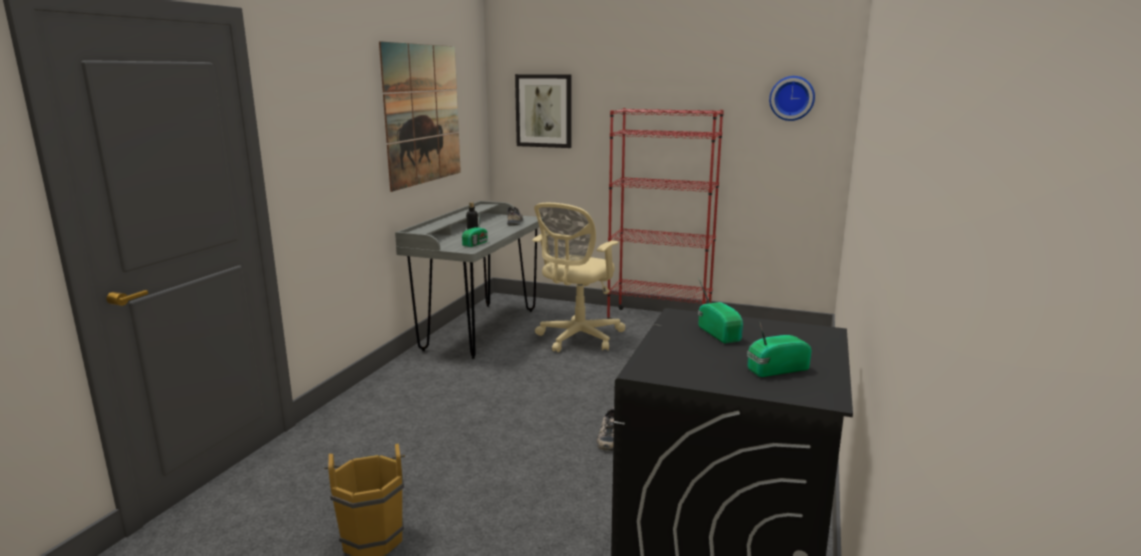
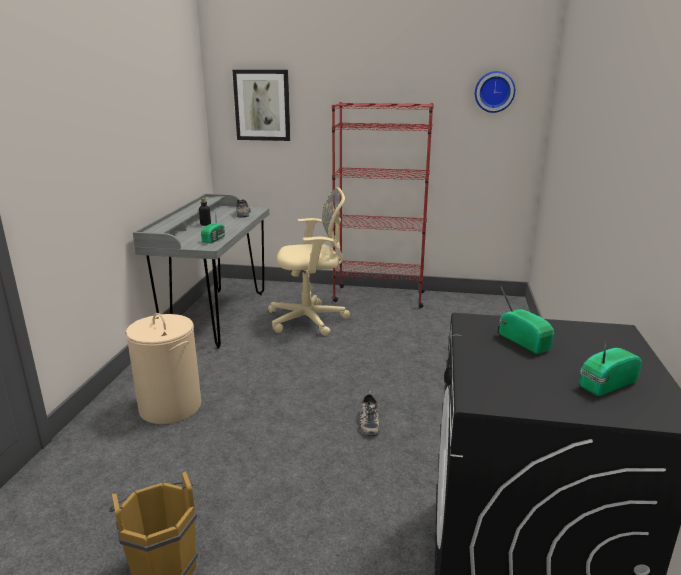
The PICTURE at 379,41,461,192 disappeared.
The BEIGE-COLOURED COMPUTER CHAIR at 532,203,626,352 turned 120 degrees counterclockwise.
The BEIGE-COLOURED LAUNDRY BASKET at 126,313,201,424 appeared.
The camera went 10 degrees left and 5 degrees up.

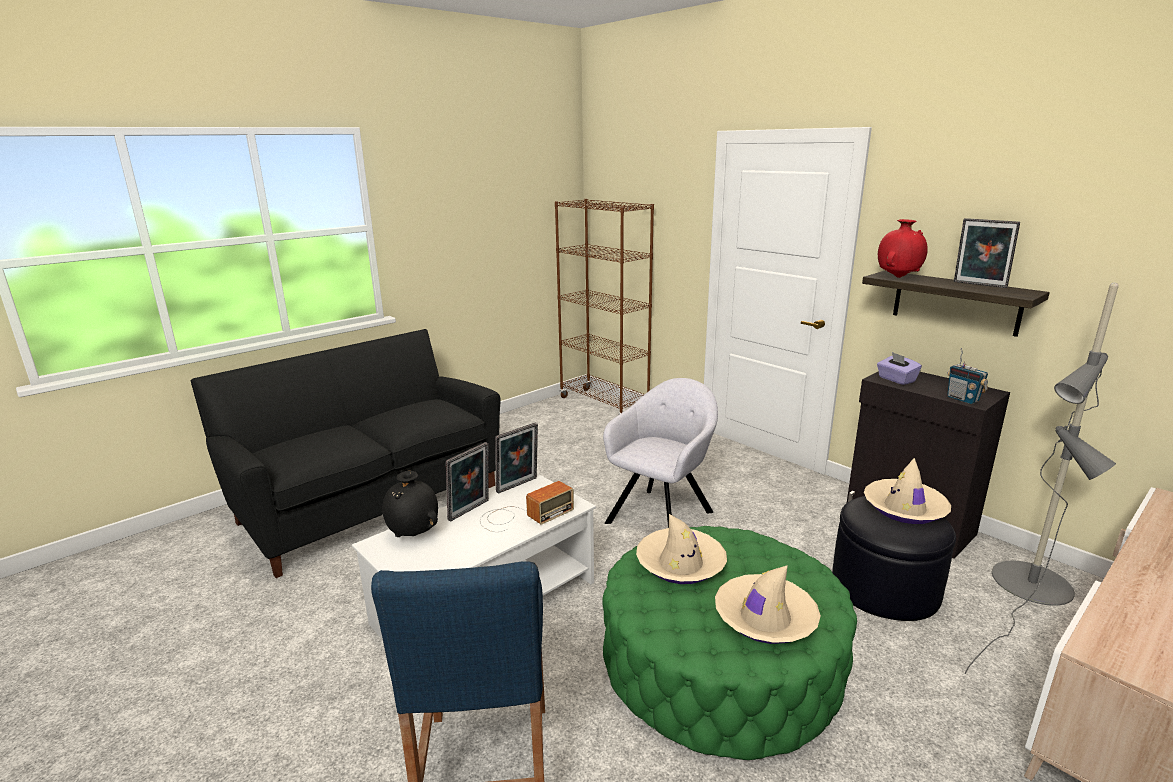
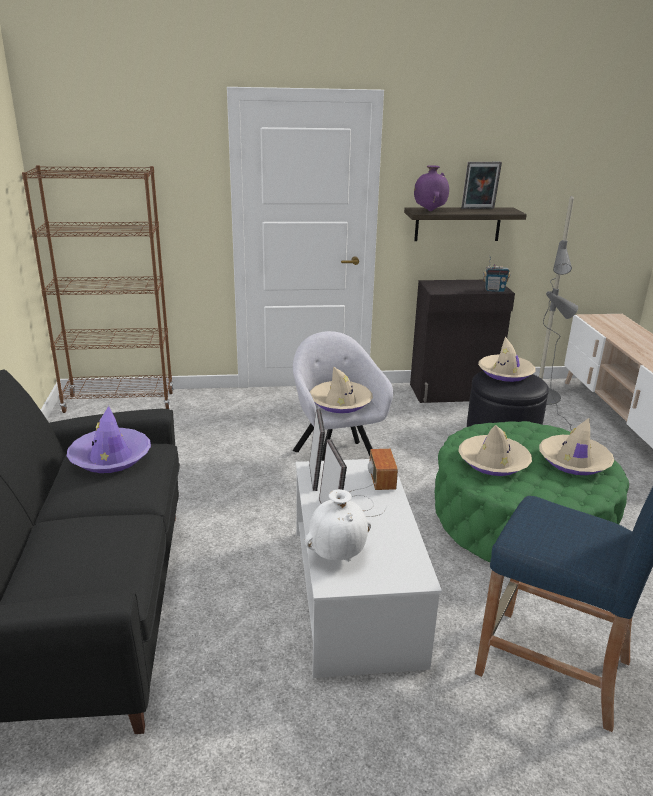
The BLACKISH DECORATIVE VASE at 382,471,438,537 became the WHITE DECORATIVE VASE at 305,489,371,562.
The PURPLE-COLOURED TISSUE HOLDER at 877,352,922,385 disappeared.
The RED-COLOURED DECORATIVE VASE at 878,219,928,278 became the PURPLE-COLOURED DECORATIVE VASE at 414,165,449,211.
The PURPLE-COLOURED HAT at 67,406,151,473 appeared.
The BEIGE-COLOURED HAT at 310,367,373,413 appeared.
The camera went 55 degrees left and 5 degrees up.

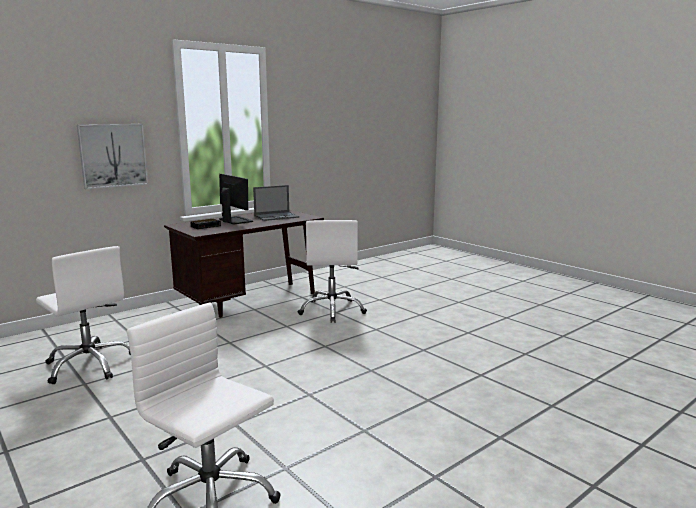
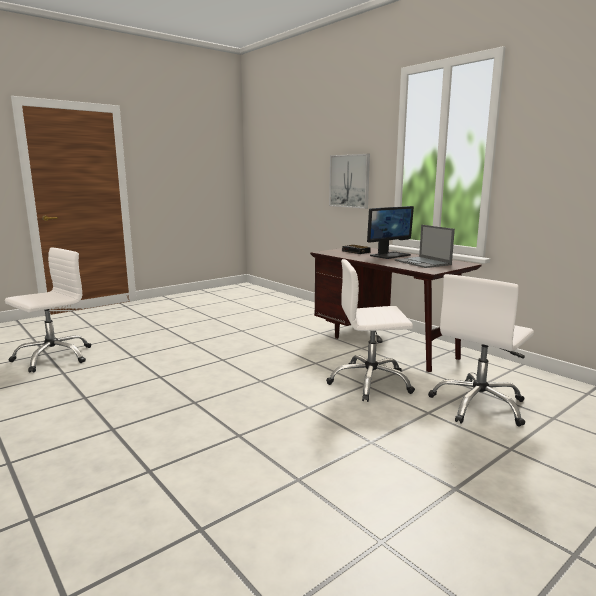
The WHITE COMPUTER CHAIR moved from 36,246,131,384 to 428,274,534,426.
The camera went 90 degrees right and 0 degrees up.

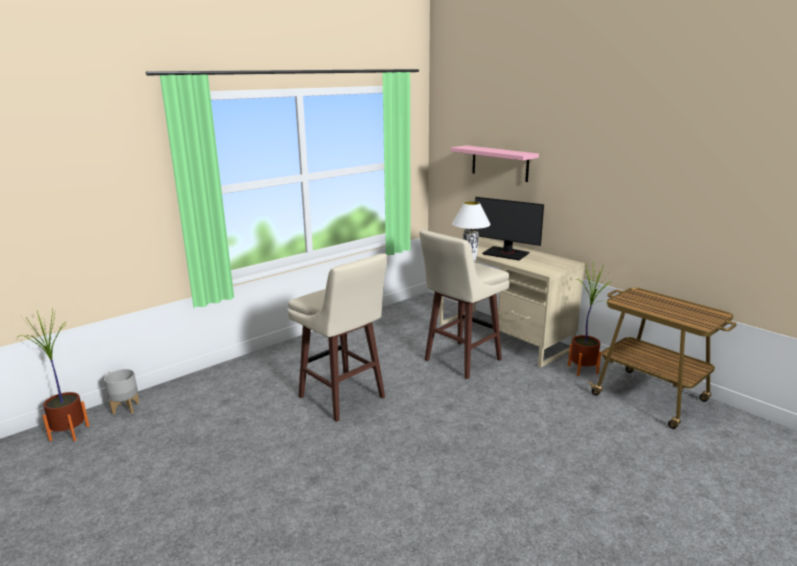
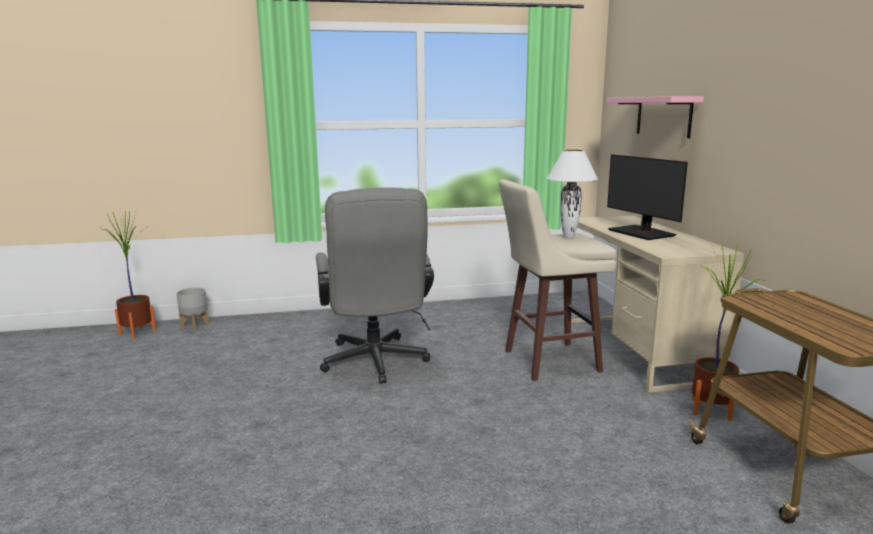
The BEIGE-COLOURED STOOL SEAT at 288,253,388,422 was replaced by the GREY COMPUTER CHAIR at 316,187,434,384.
The camera went 30 degrees right and 5 degrees down.

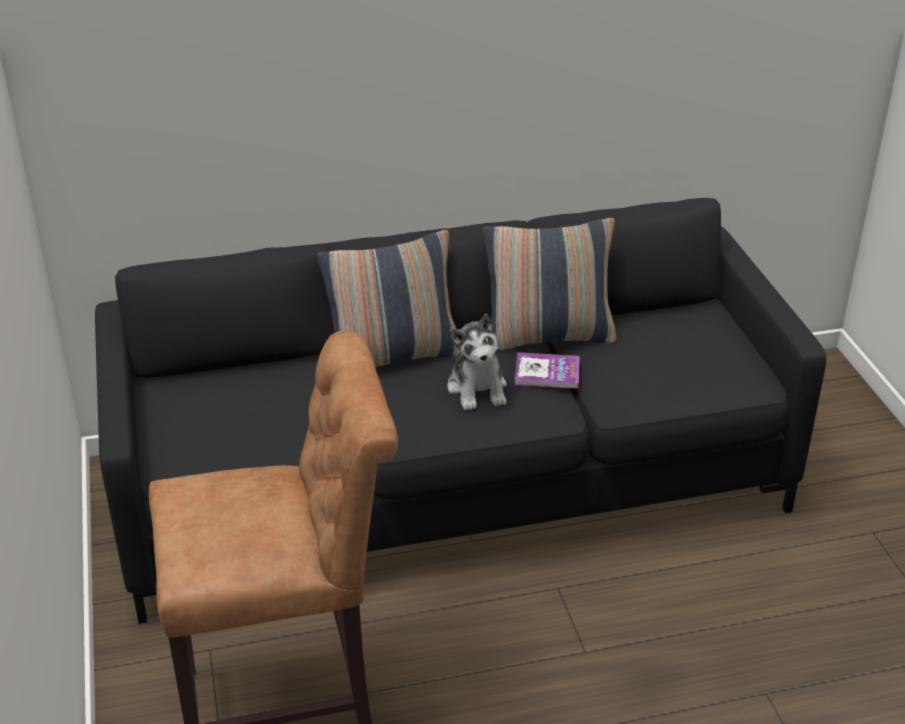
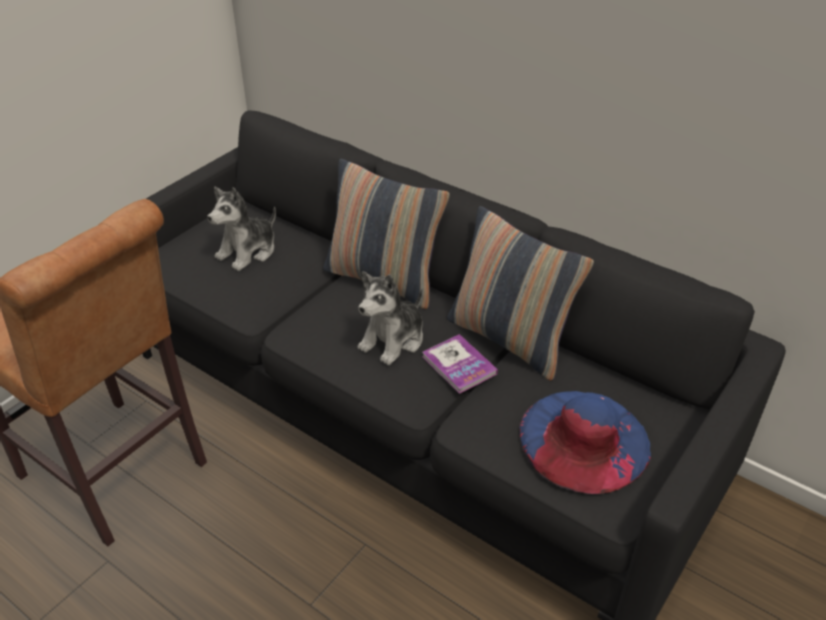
The SOFT TOY at 208,187,276,271 appeared.
The BLUE HAT at 519,391,651,494 appeared.
The camera went 50 degrees right and 5 degrees up.

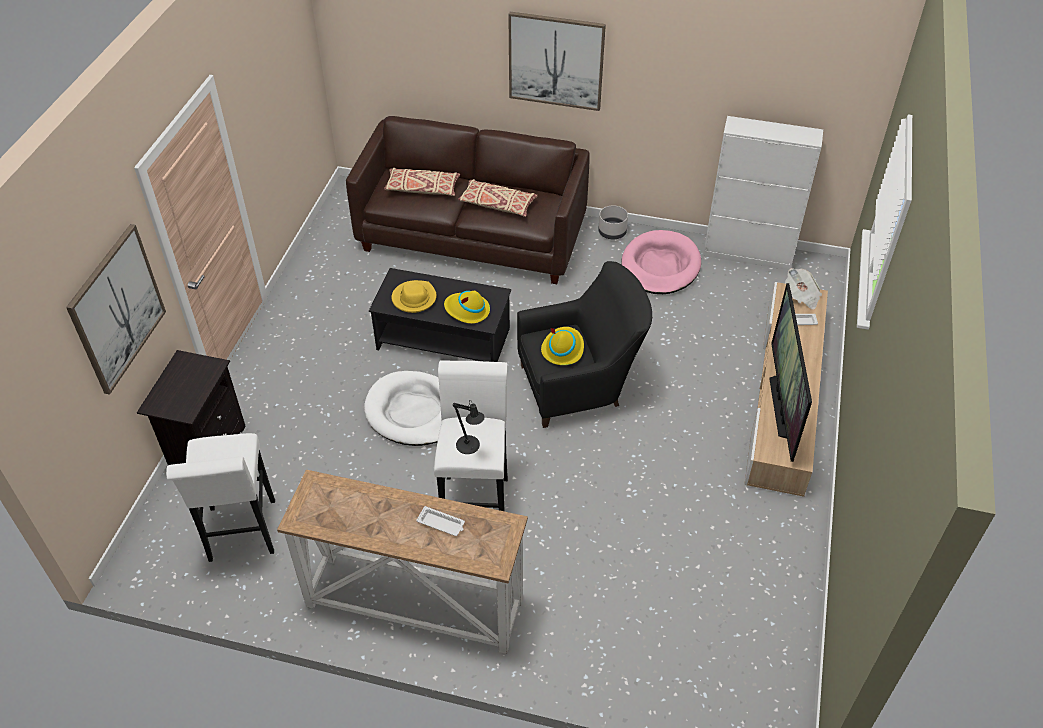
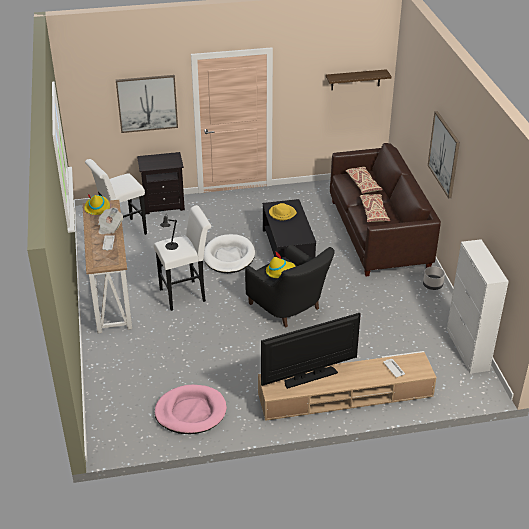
The YELLOWISH HAT moved from 444,291,490,324 to 84,193,110,215.
The PINK-COLOURED DOG CUSHION moved from 621,230,701,294 to 155,385,227,434.
The NEWSPAPER moved from 785,268,822,310 to 98,207,123,234.
The WALL SHELF at 326,69,392,90 appeared.
The camera went 65 degrees right and 10 degrees down.

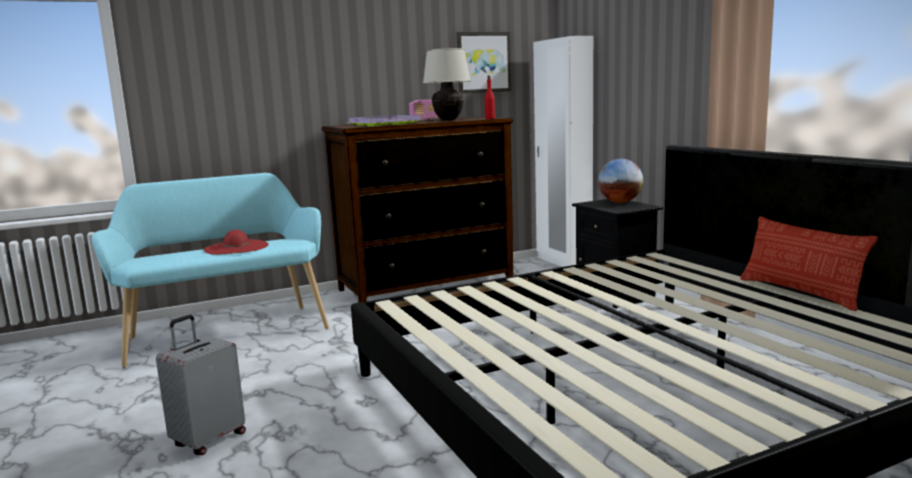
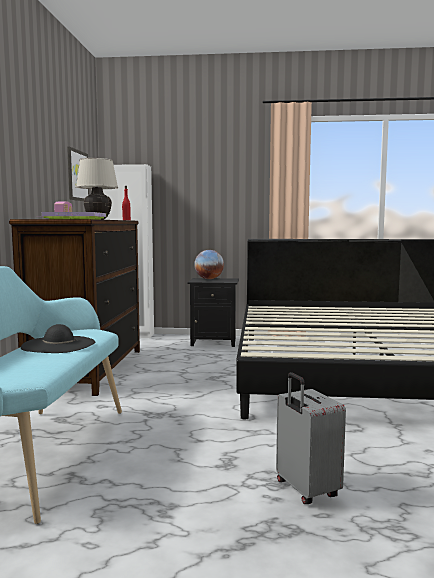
The RED-COLOURED HAT at 204,230,269,255 became the BLACKISH HAT at 21,324,95,353.
The CUSHION at 740,216,878,311 disappeared.
The camera went 60 degrees left and 5 degrees down.

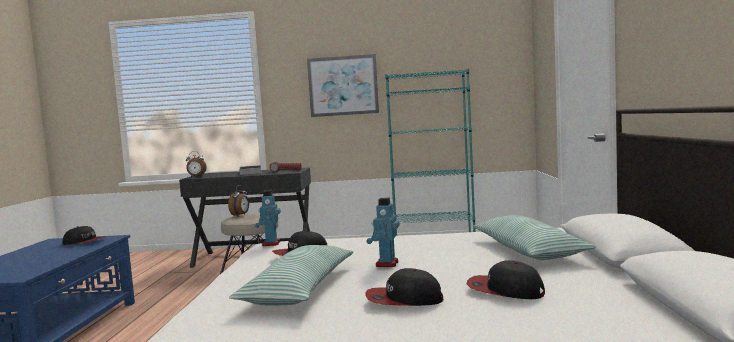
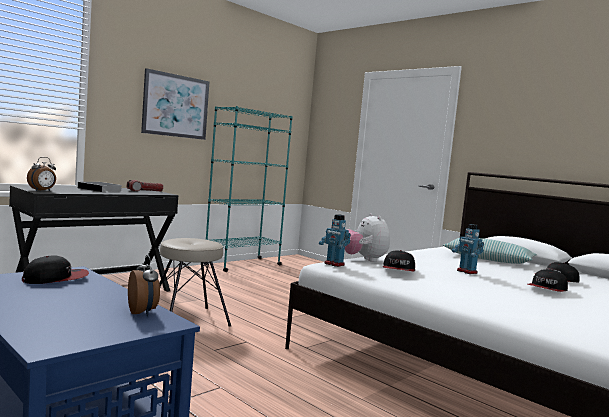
The ALARM CLOCK moved from 228,185,249,216 to 128,255,160,316.
The CUSHION at 229,245,353,306 disappeared.
The SOFT TOY at 345,213,390,262 appeared.
The camera went 50 degrees left and 0 degrees up.

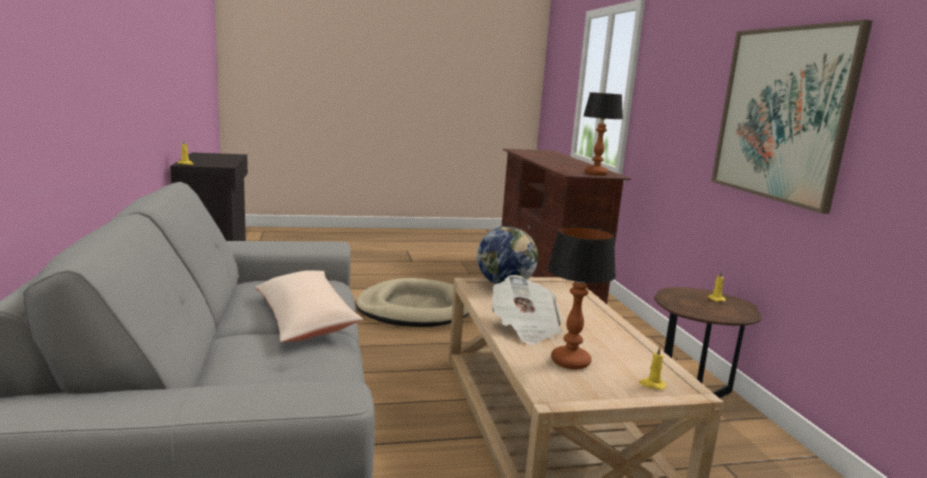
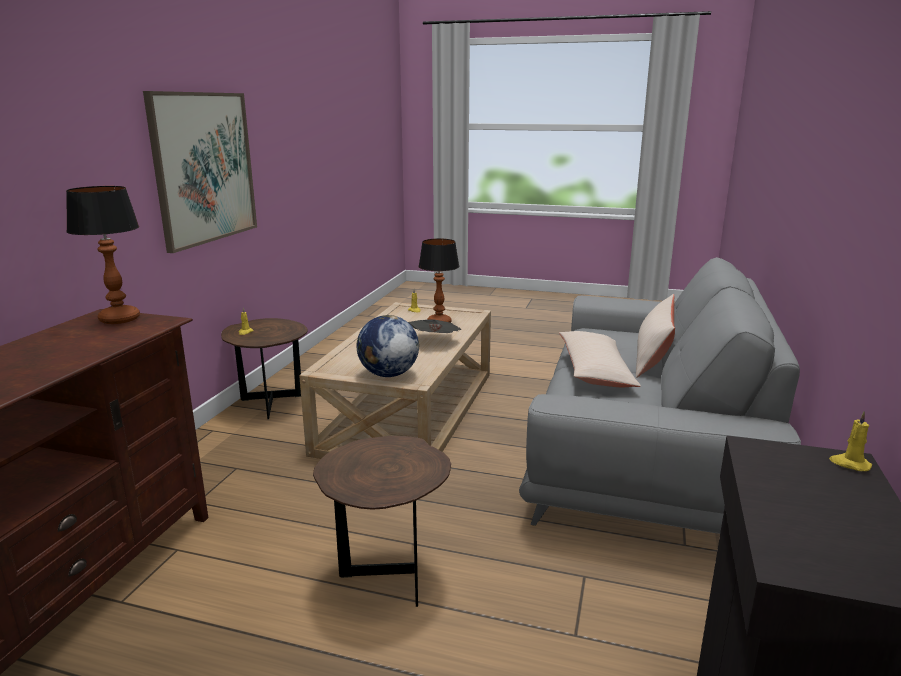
The BEIGE-COLOURED DOG CUSHION at 355,278,469,327 was replaced by the BROWN END TABLE at 313,436,451,607.
The BEIGE-COLOURED CUSHION at 636,294,675,378 appeared.
The camera went 150 degrees left and 5 degrees up.

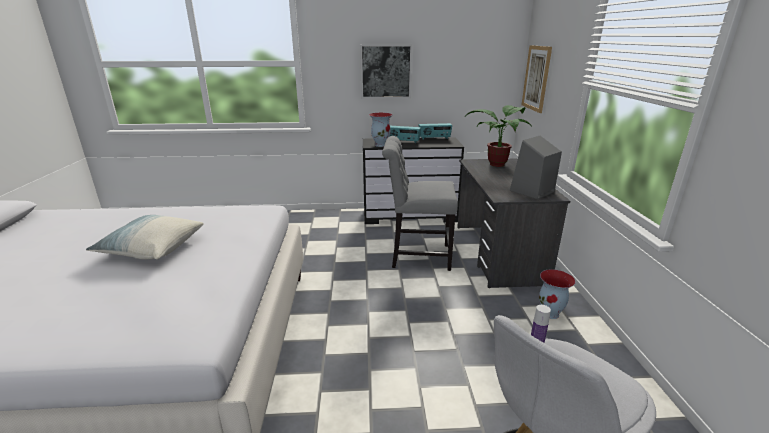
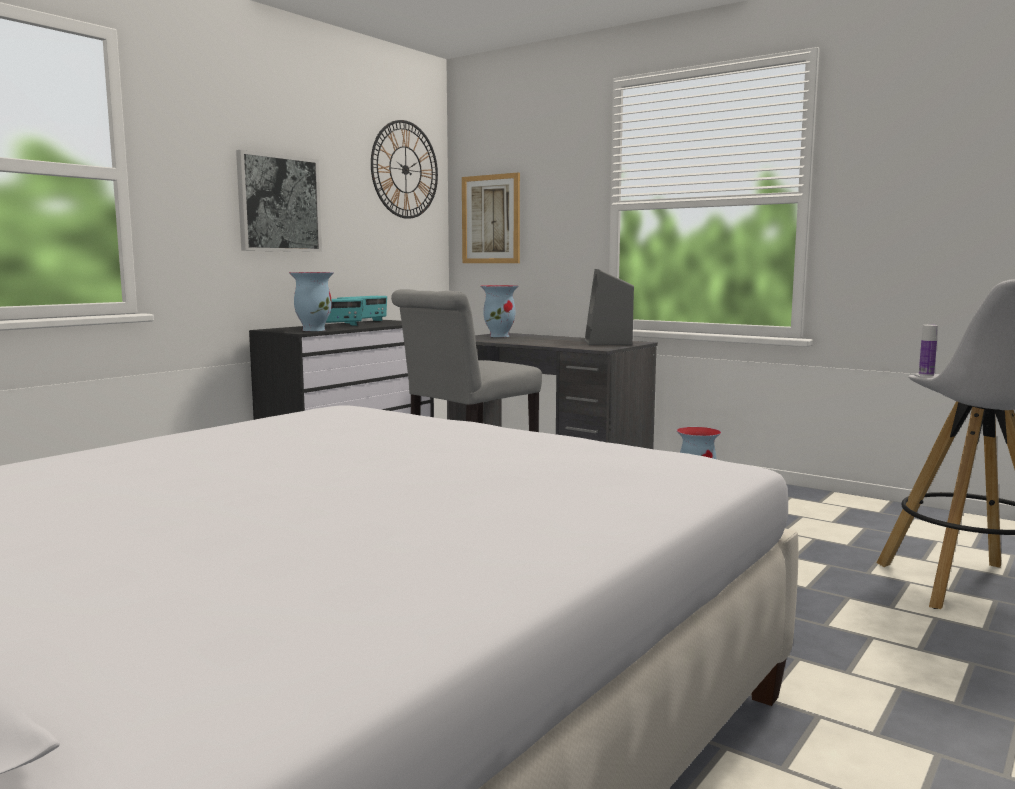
The CUSHION at 86,215,204,260 disappeared.
The PLANT IN A POT at 466,105,532,167 was replaced by the DECORATIVE VASE at 480,285,518,337.
The HANGING CLOCK at 371,120,438,219 appeared.
The camera went 50 degrees left and 15 degrees down.

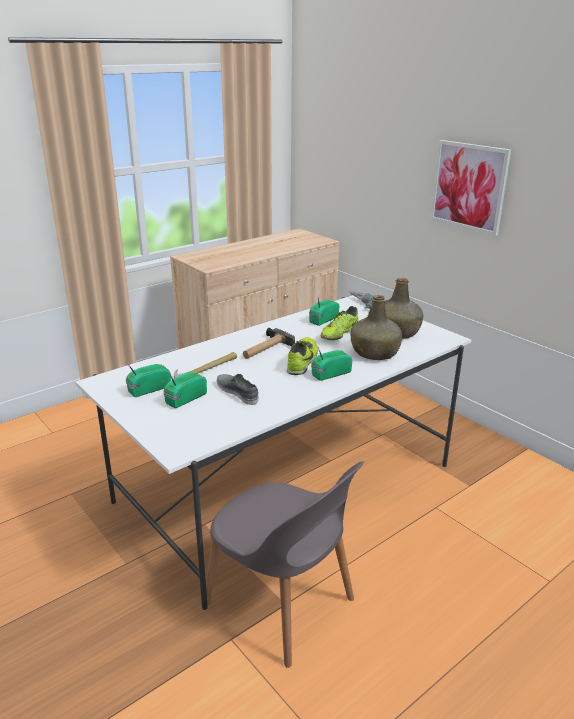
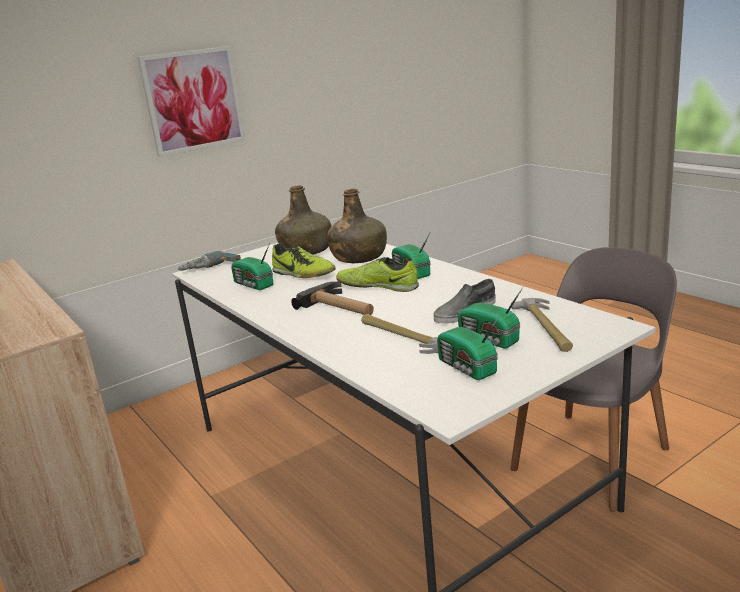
The HAMMER at 511,298,573,352 appeared.
The camera went 85 degrees left and 5 degrees down.

